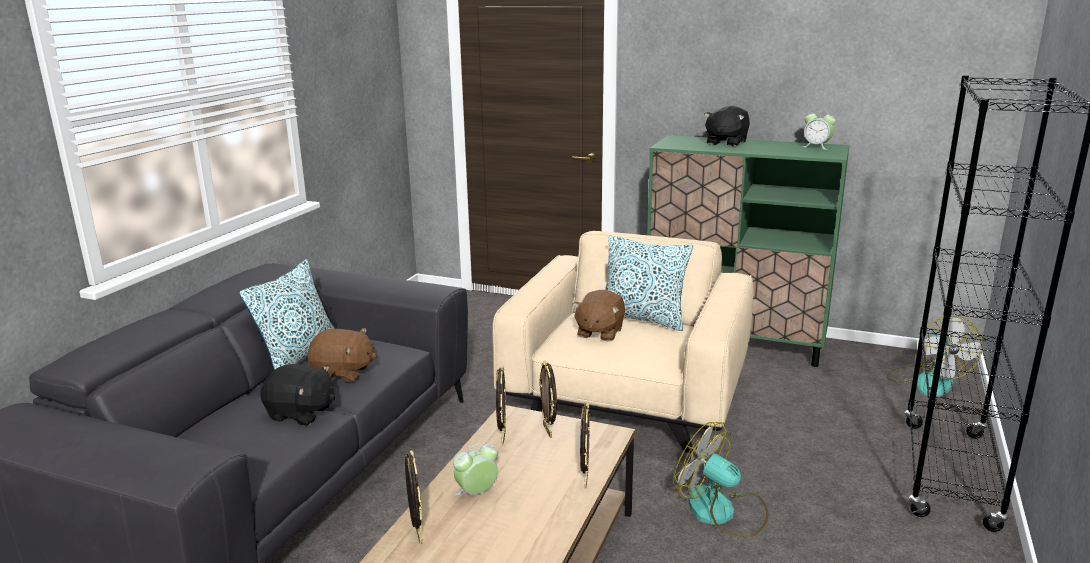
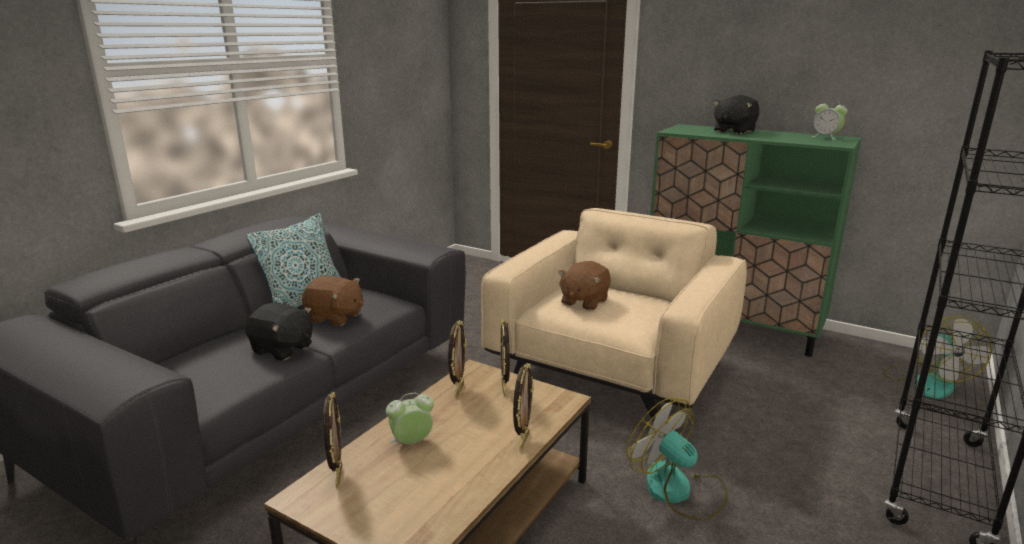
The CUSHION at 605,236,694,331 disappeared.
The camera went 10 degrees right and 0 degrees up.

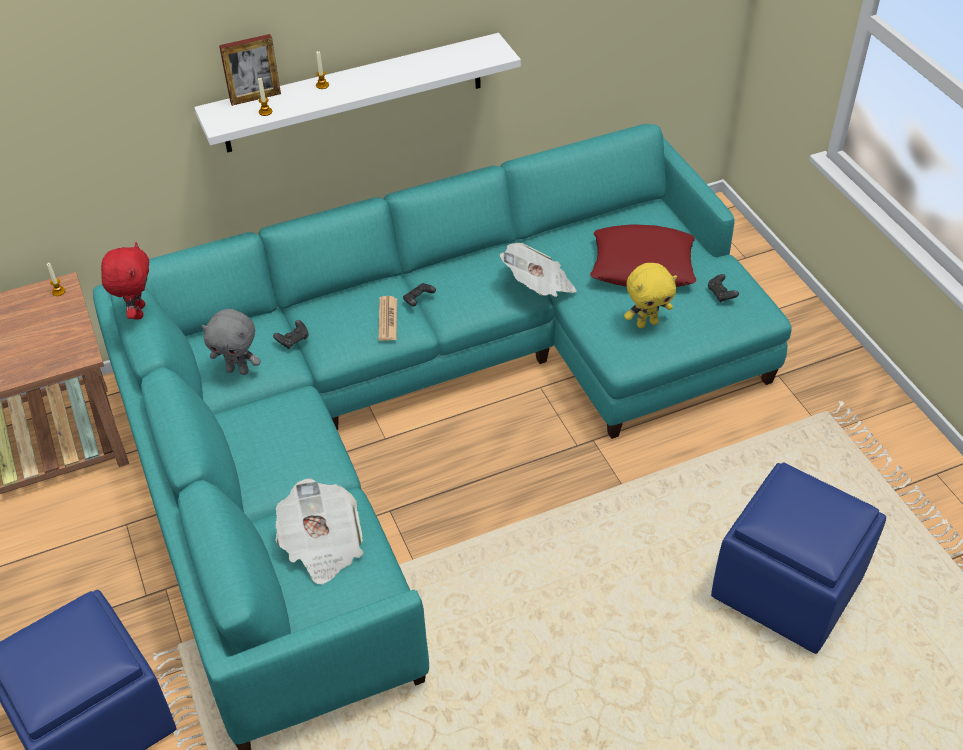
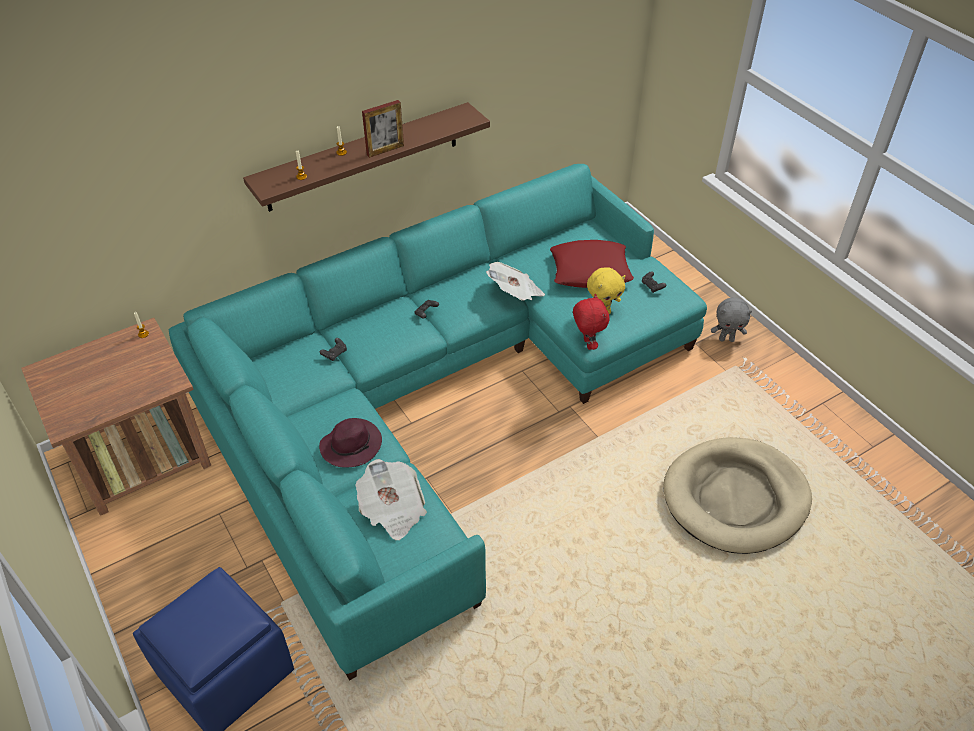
The RED-COLOURED SOFT TOY moved from 101,242,149,320 to 573,294,609,350.
The WHITE WALL SHELF at 194,33,521,152 became the BROWN WALL SHELF at 243,102,490,212.
The GREY SOFT TOY moved from 201,309,261,375 to 711,297,752,342.
The PICTURE FRAME moved from 219,34,281,106 to 362,100,404,158.
The NEWSPAPER at 378,296,397,341 disappeared.
The BLUE POUFFE at 711,463,886,654 was replaced by the BEIGE-COLOURED DOG CUSHION at 663,437,812,554.
The PURPLE-COLOURED HAT at 319,418,382,467 appeared.
The camera went 10 degrees left and 0 degrees up.

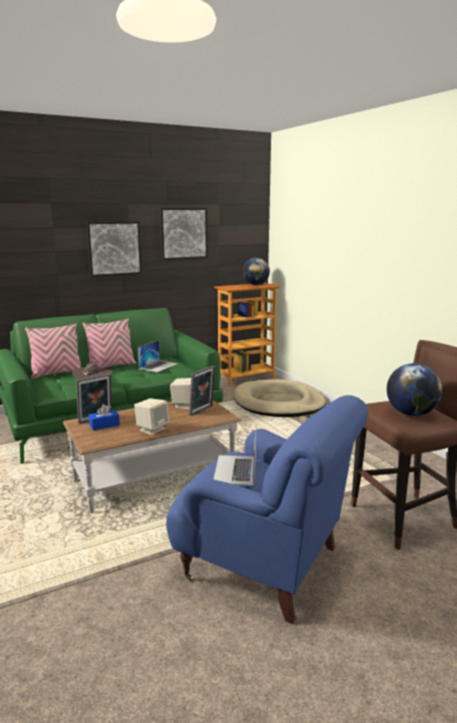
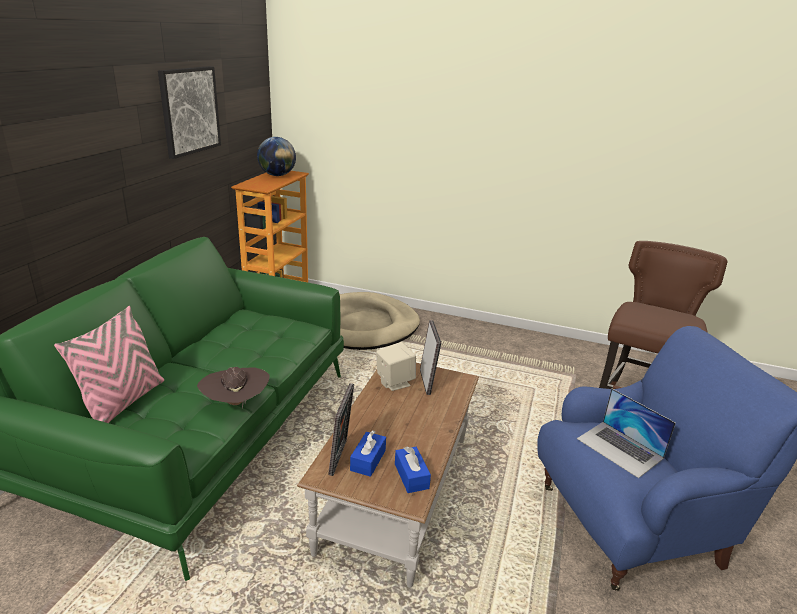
The PINK-COLOURED CUSHION at 83,319,136,368 disappeared.
The PICTURE at 86,221,142,277 disappeared.
The BEIGE-COLOURED SPEAKER at 134,398,169,435 disappeared.
The LAPTOP at 137,340,178,372 disappeared.
The GLOBE at 387,363,442,416 disappeared.
The BLUE TISSUE HOLDER at 395,447,431,493 appeared.
The camera went 45 degrees left and 10 degrees up.

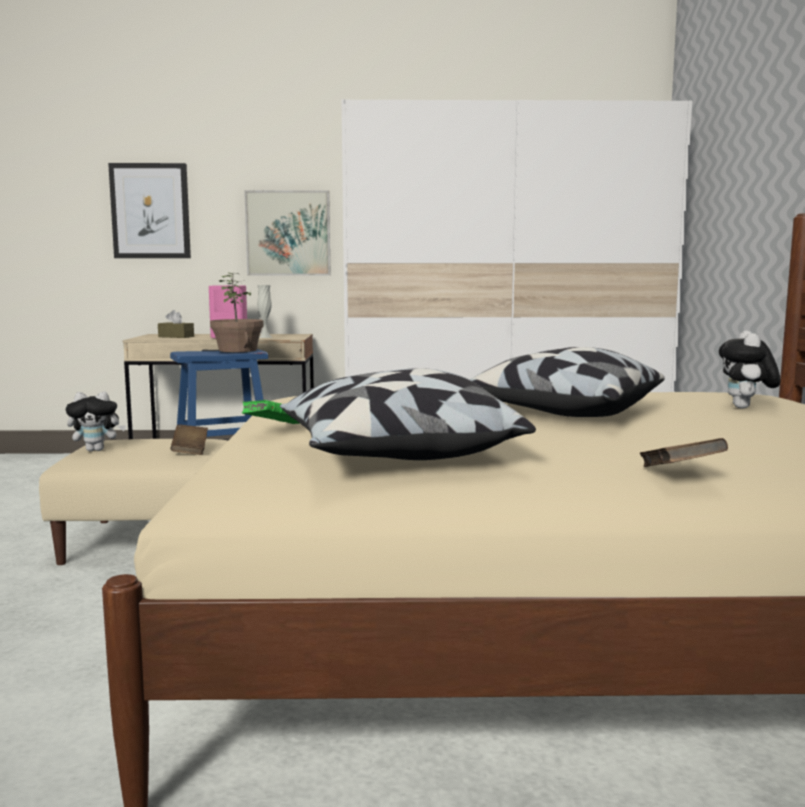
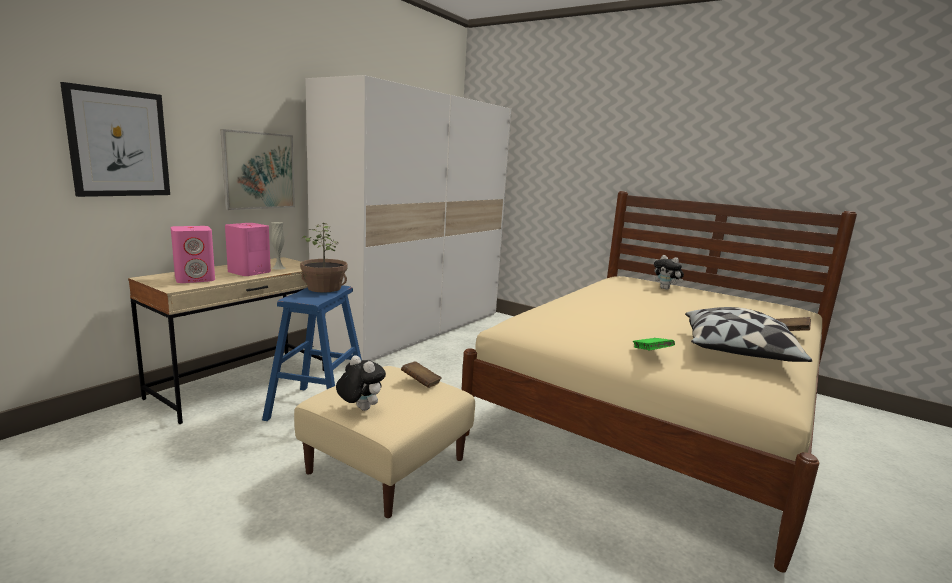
The SOFT TOY at 66,391,126,451 turned 75 degrees counterclockwise.
The BROWN TISSUE HOLDER at 158,310,194,338 was replaced by the PINK-COLOURED SPEAKER at 171,226,215,283.
The CUSHION at 469,347,665,417 disappeared.
The camera went 55 degrees left and 5 degrees up.

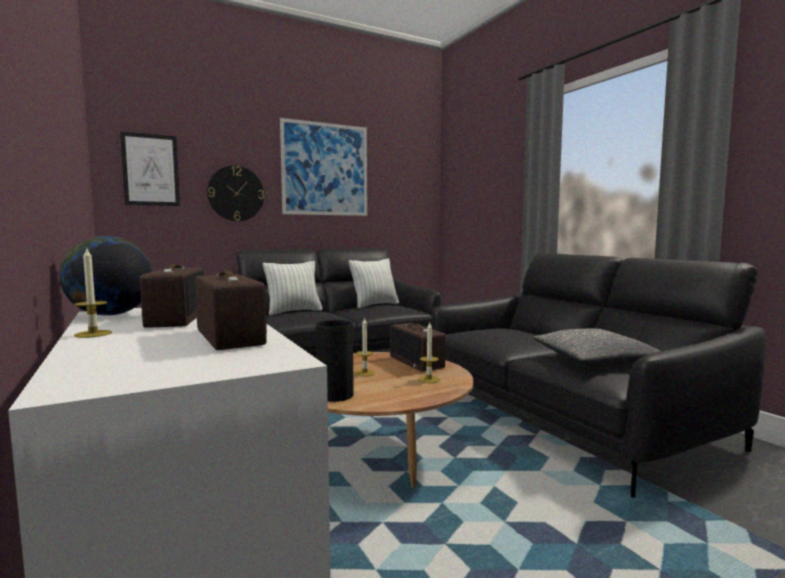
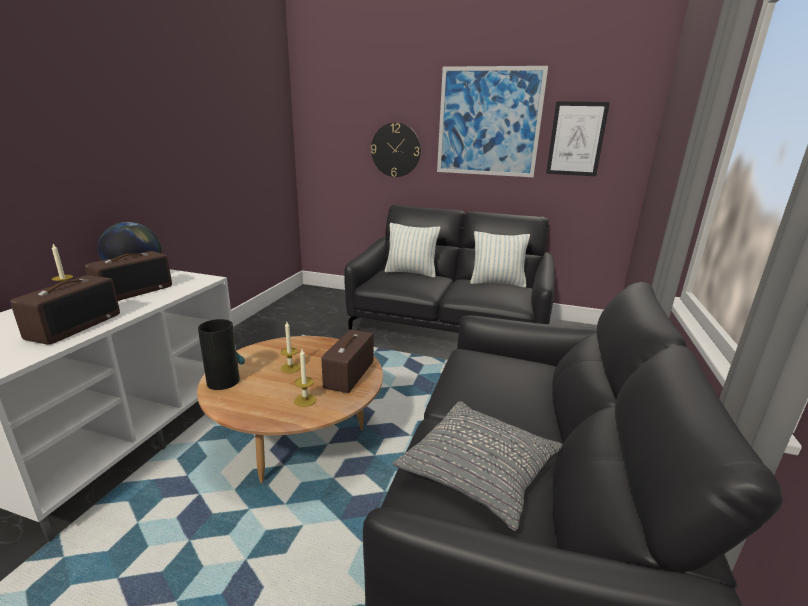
The PICTURE moved from 120,132,180,206 to 546,101,610,176.
The camera went 45 degrees right and 15 degrees up.

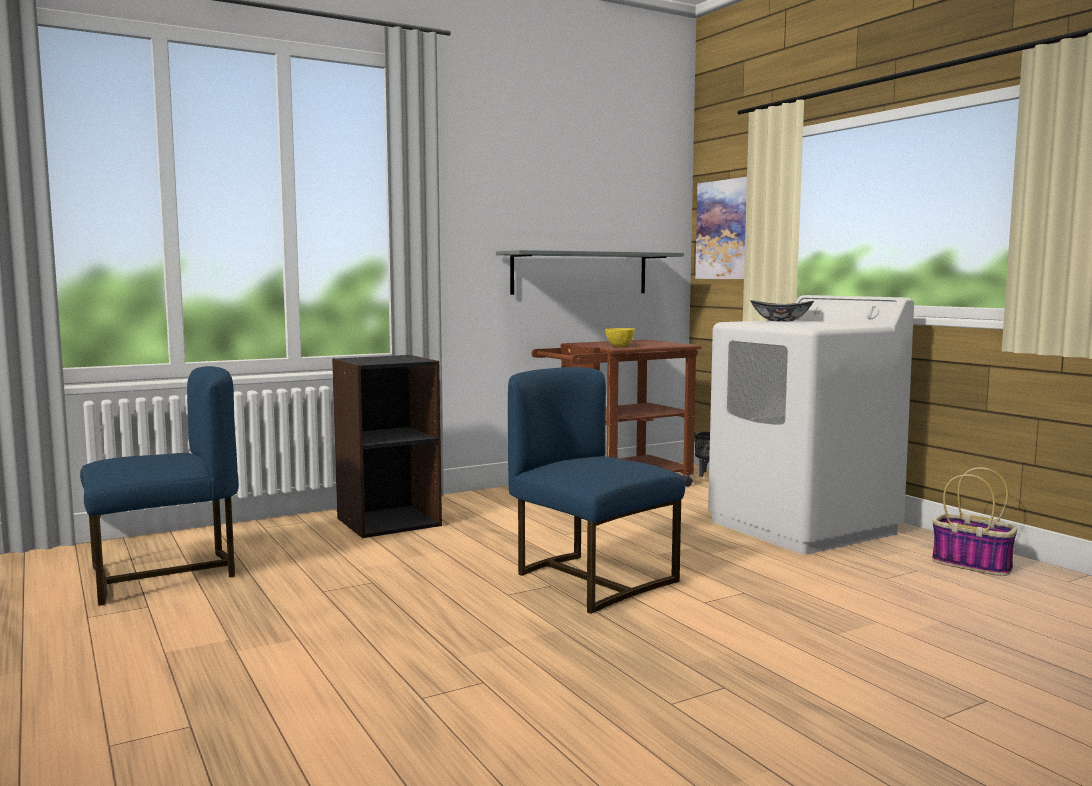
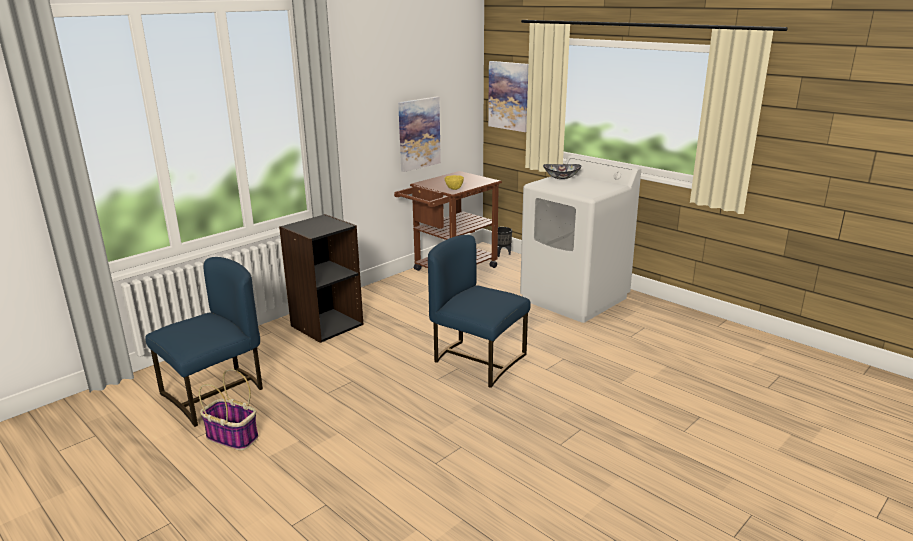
The GREY WALL SHELF at 496,250,684,295 was replaced by the PICTURE at 398,97,441,172.
The BASKET moved from 932,467,1018,576 to 199,369,258,450.
The camera went 15 degrees left and 15 degrees up.

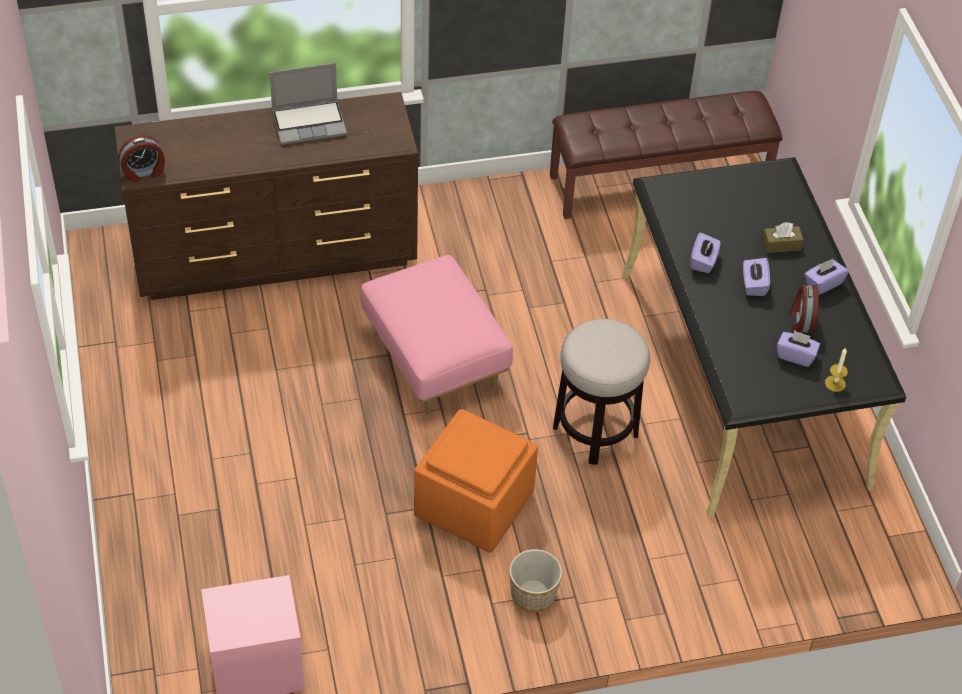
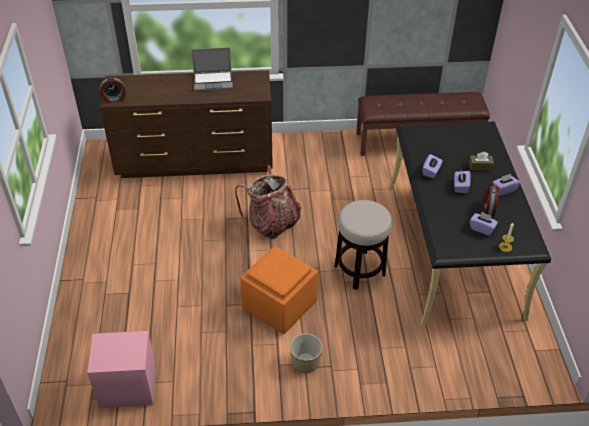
The PINK-COLOURED POUFFE at 361,255,513,415 was replaced by the BACKPACK at 235,165,301,239.
The camera went 10 degrees right and 5 degrees down.

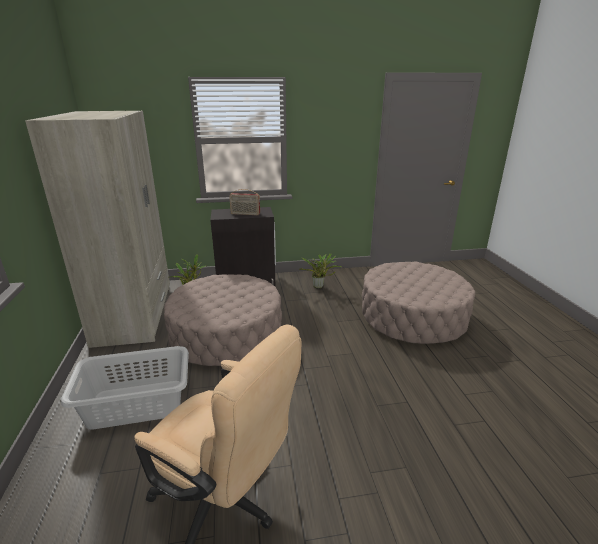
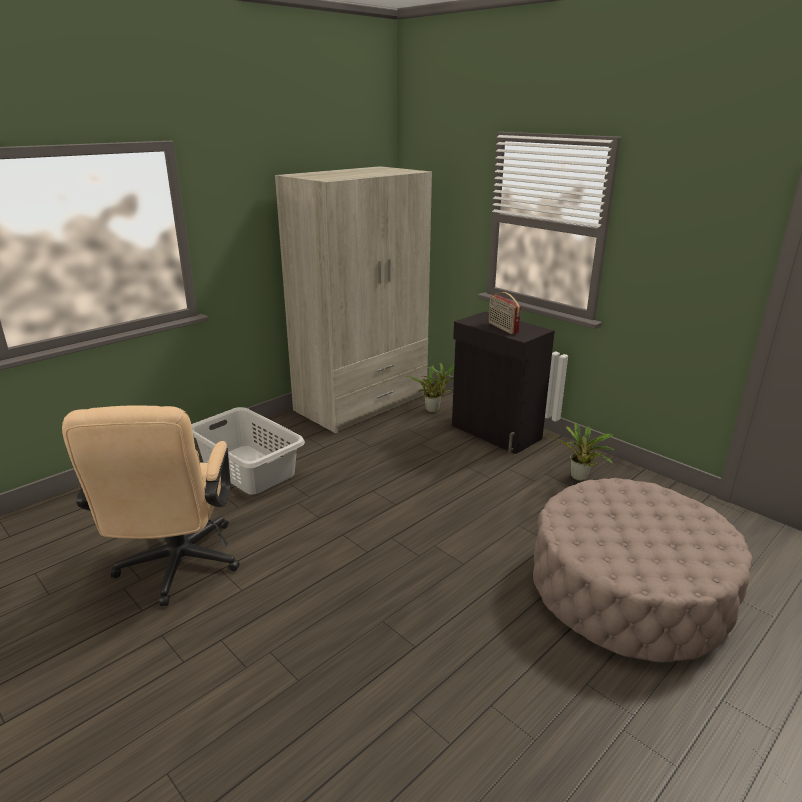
The BEIGE-COLOURED POUFFE at 164,274,282,366 disappeared.
The camera went 55 degrees right and 0 degrees up.

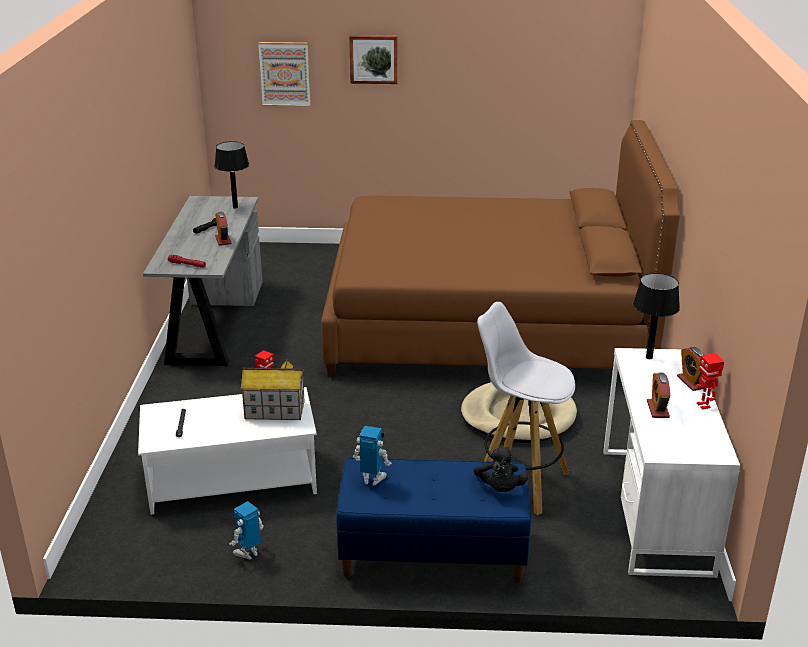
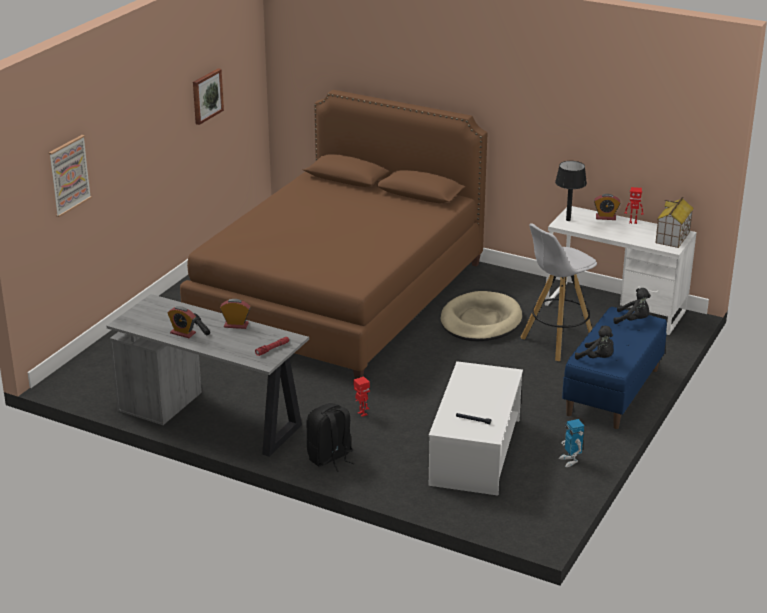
The BLACKISH TABLETOP LAMP at 214,141,249,209 disappeared.
The MINIATURE HOUSE moved from 241,359,305,420 to 656,197,694,248.
The PICTURE moved from 349,35,397,84 to 193,68,224,125.
The TOY ROBOT at 353,426,392,486 was replaced by the BLACKISH SOFT TOY at 575,326,613,360.
The ALARM CLOCK moved from 647,373,670,418 to 167,306,196,338.
The BLACKISH BACKPACK at 306,403,355,472 appeared.
The camera went 65 degrees left and 0 degrees up.

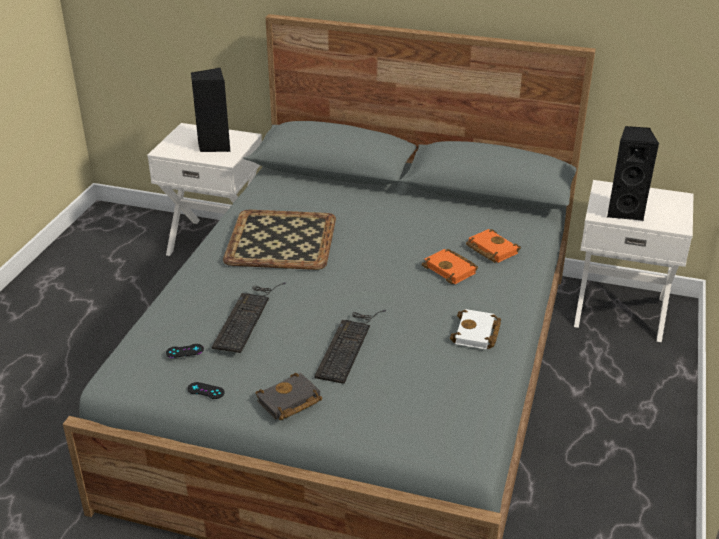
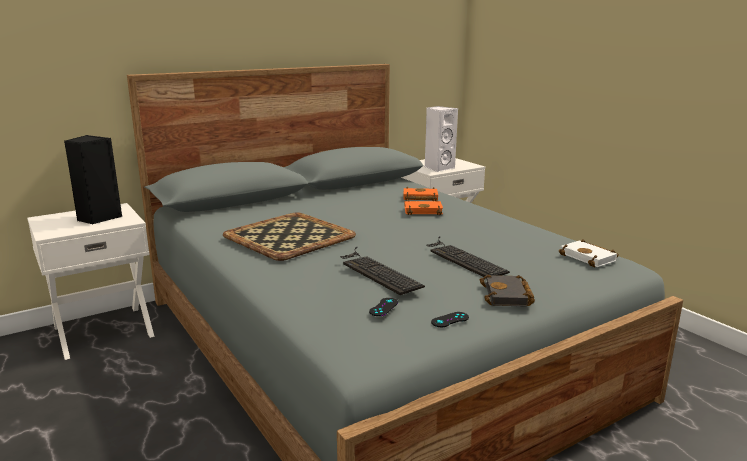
The WHITE BOOK moved from 450,309,501,350 to 559,239,619,267.
The BLACKISH SPEAKER at 607,126,659,221 became the WHITE SPEAKER at 425,106,458,172.
The camera went 50 degrees left and 15 degrees down.

